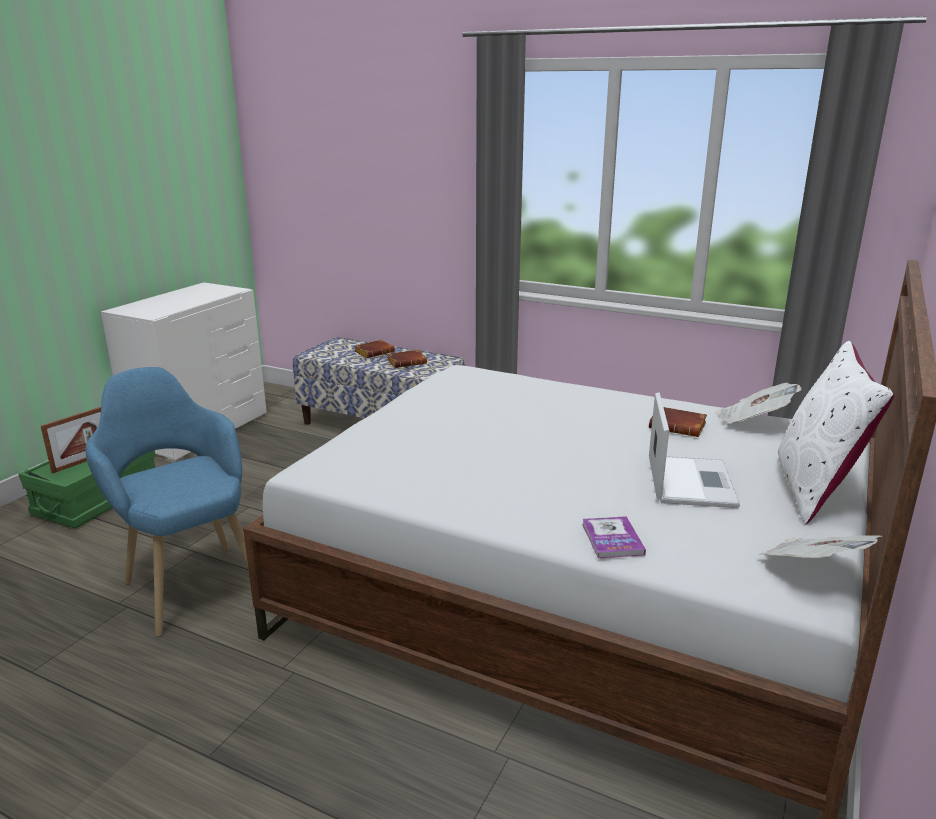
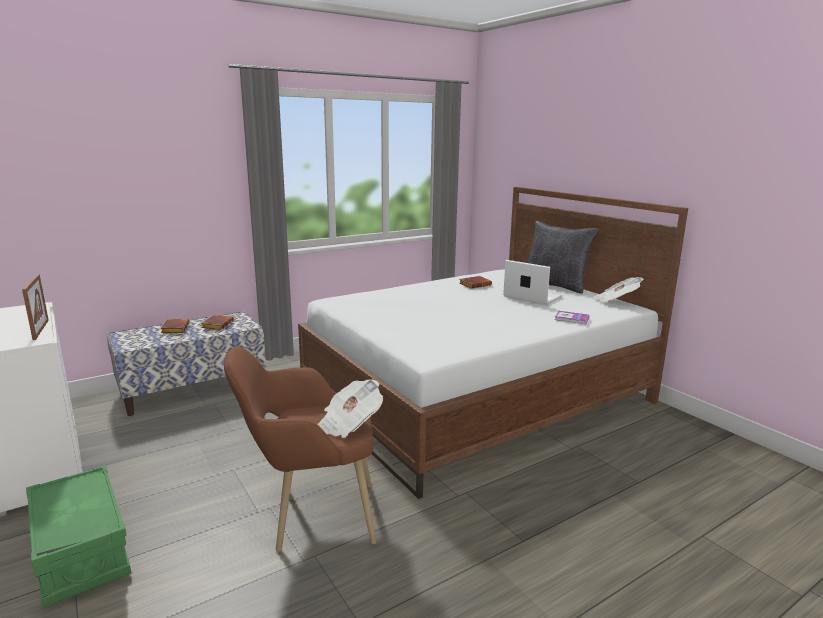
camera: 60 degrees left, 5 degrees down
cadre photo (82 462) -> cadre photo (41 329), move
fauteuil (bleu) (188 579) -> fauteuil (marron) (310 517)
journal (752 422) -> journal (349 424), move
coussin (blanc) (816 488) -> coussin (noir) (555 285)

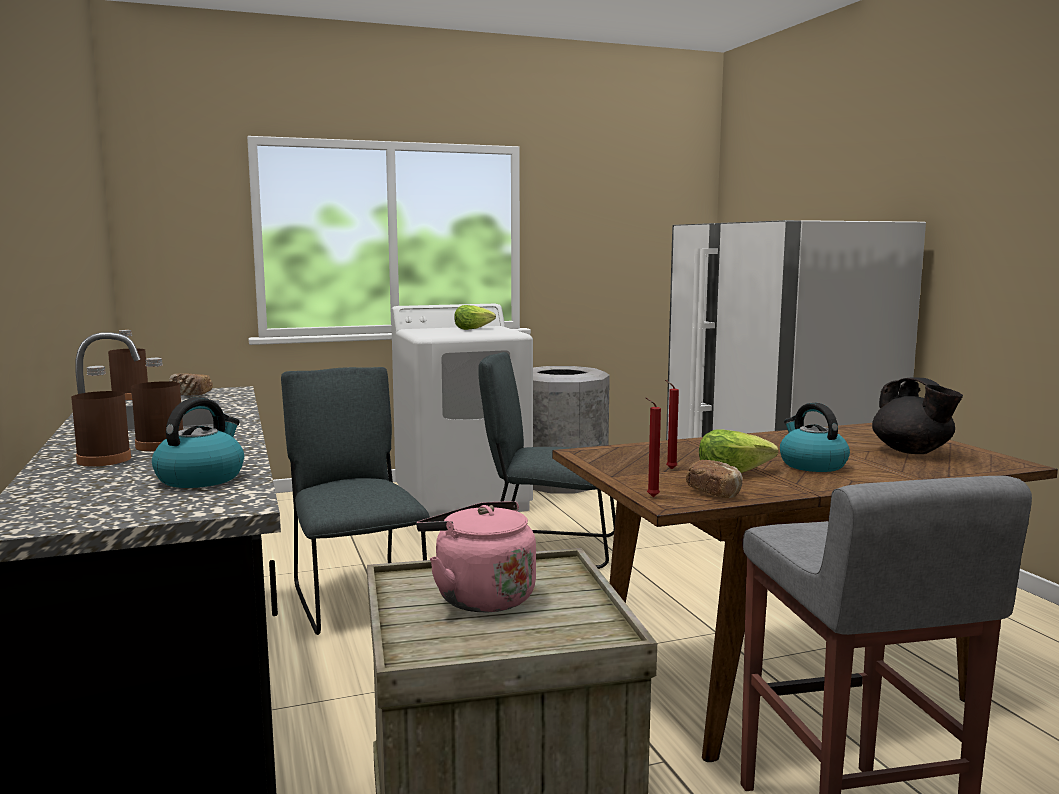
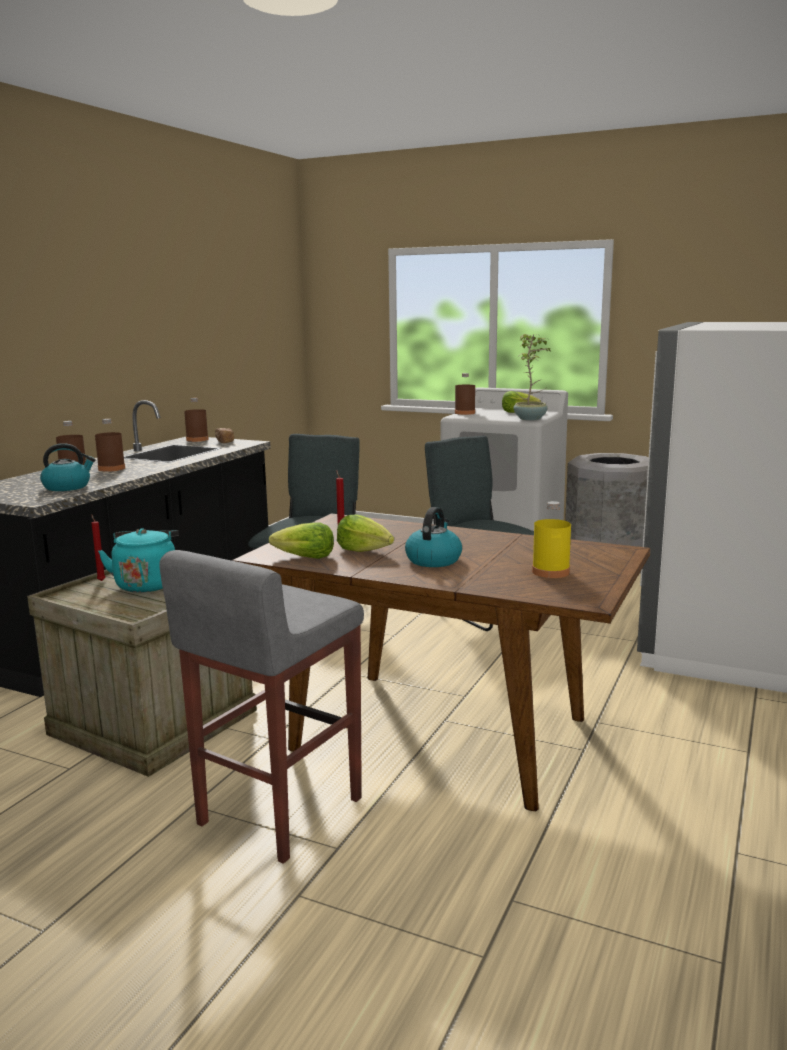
camera: 45 degrees right, 5 degrees up
bouilloire (rose) (479 597) -> bouilloire (turquoise) (146 584)
bougie (rouge) (651 497) -> bougie (rouge) (101 580), move
pain (715 493) -> laitue (304 558)
théière (noir) (912 451) -> bouteille (jaune) (550 572)
none -> bouteille (marron) (465 413)
none -> plante en pot (531 419)

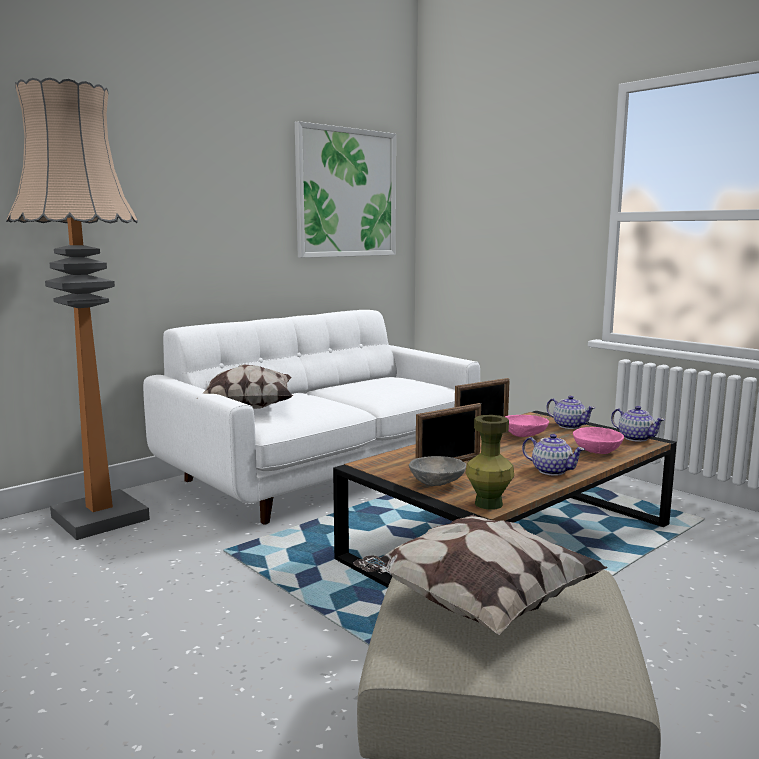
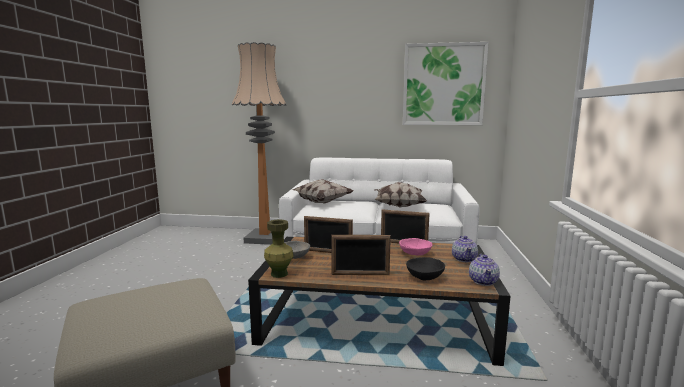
camera: 50 degrees right, 0 degrees up
coussin (476 604) -> coussin (398 206), move
théière (551 471) -> cadre photo (360 274)
bol (rose) (596 451) -> bol (noir) (425 277)

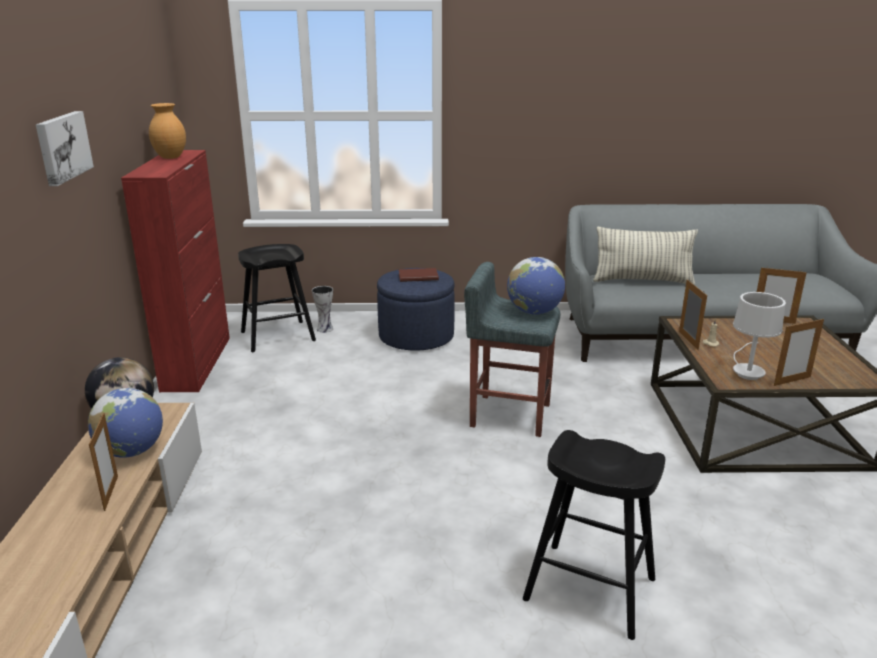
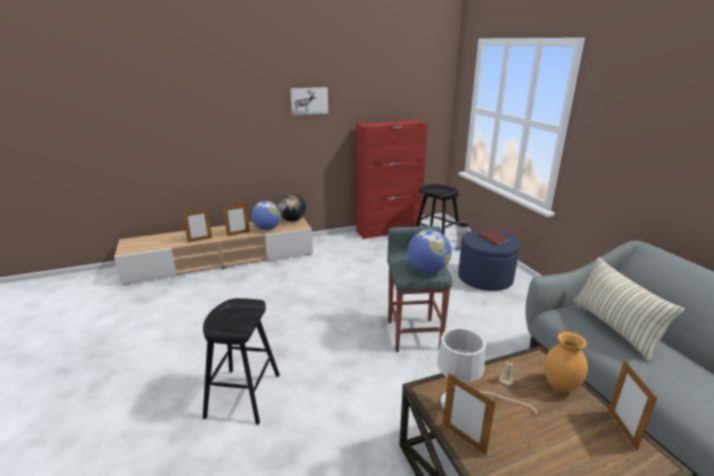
camera: 70 degrees right, 0 degrees up
vase (marron) (170 157) -> vase (marron) (560 385), move
cadre photo (688 340) -> cadre photo (200 240), move

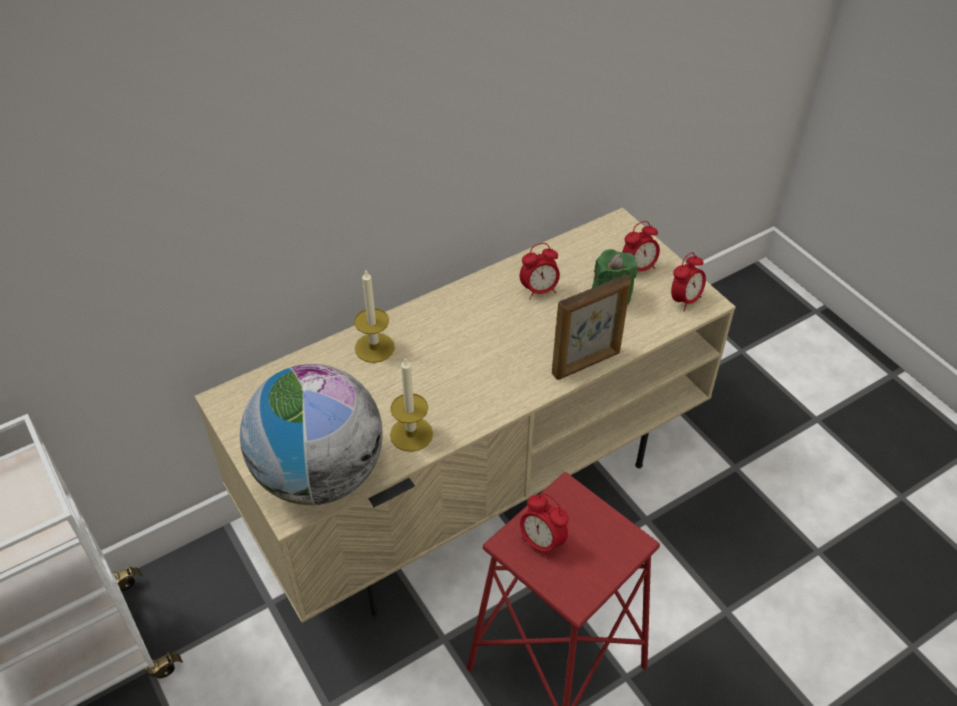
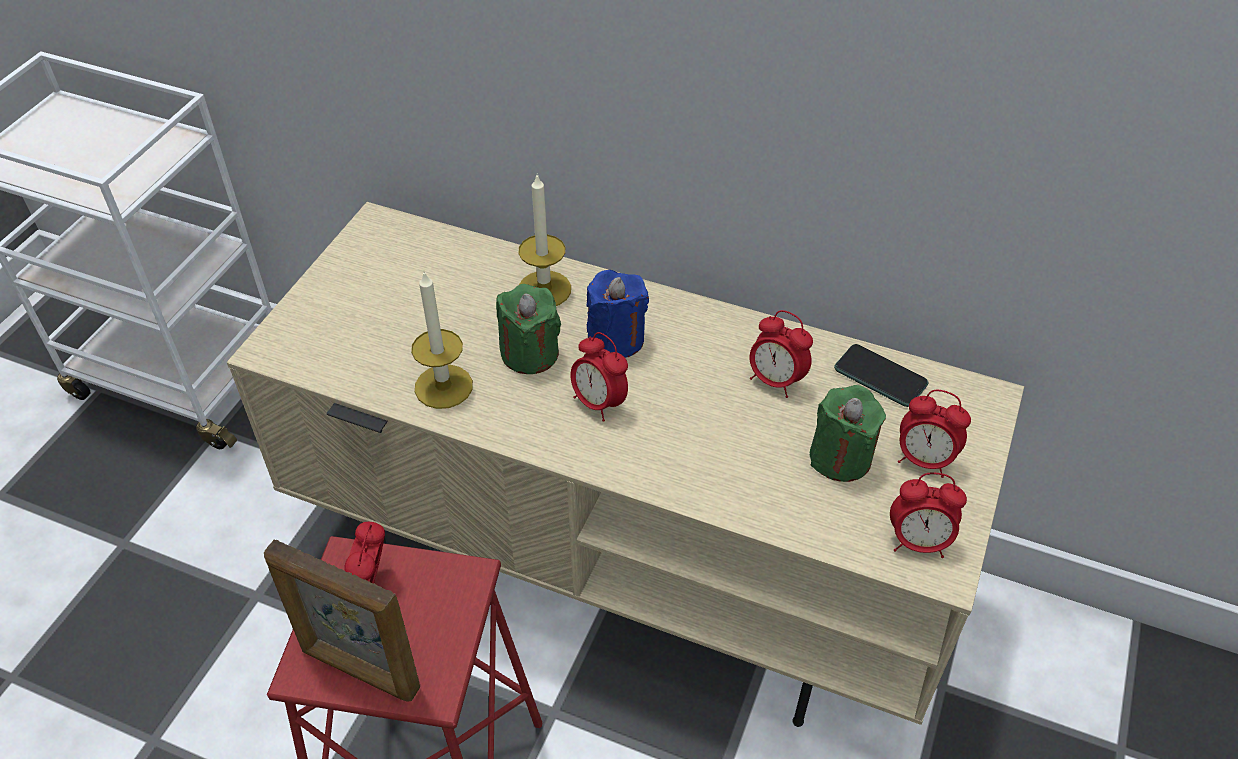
camera: 55 degrees right, 0 degrees up
globe (319 474) -> none
cadre photo (587 363) -> cadre photo (359 670), move
none -> bougie (vert) (530 353)
none -> réveil (599 403)
none -> bougie (bleu) (616 339)
none -> téléphone (880 376)

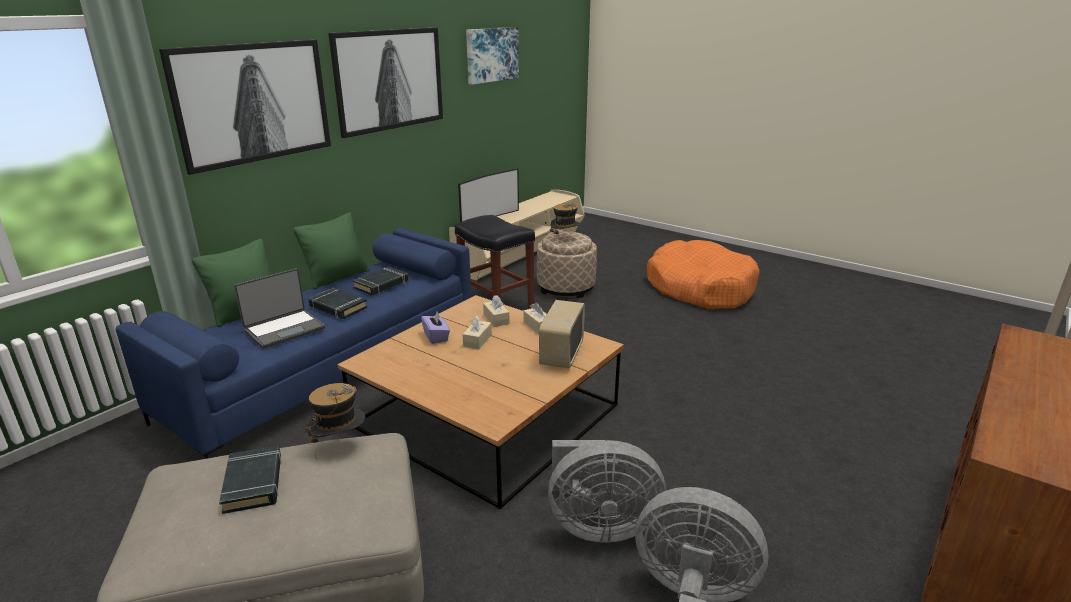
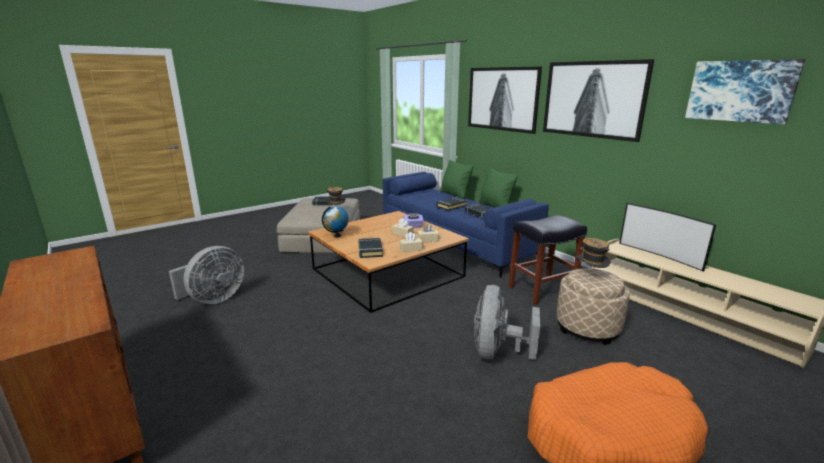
camera: 105 degrees right, 5 degrees down
ordinateur portable (284 329) -> none
radio (561 354) -> livre (noir) (370 250)
ventilateur (gris) (598 525) -> ventilateur (gris) (497 352), move
none -> globe (337 236)

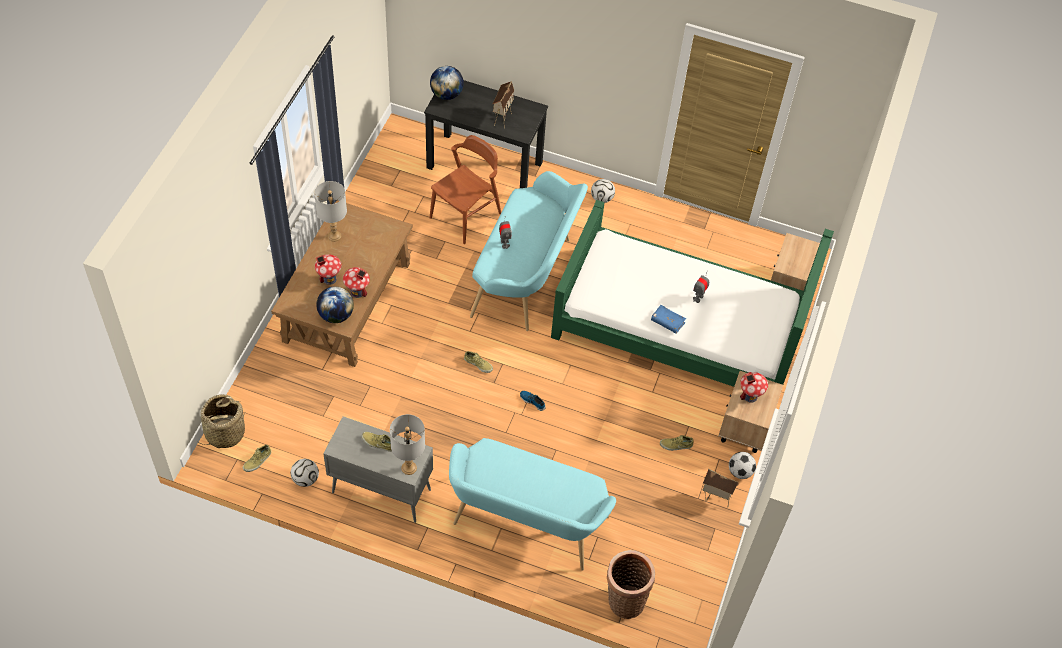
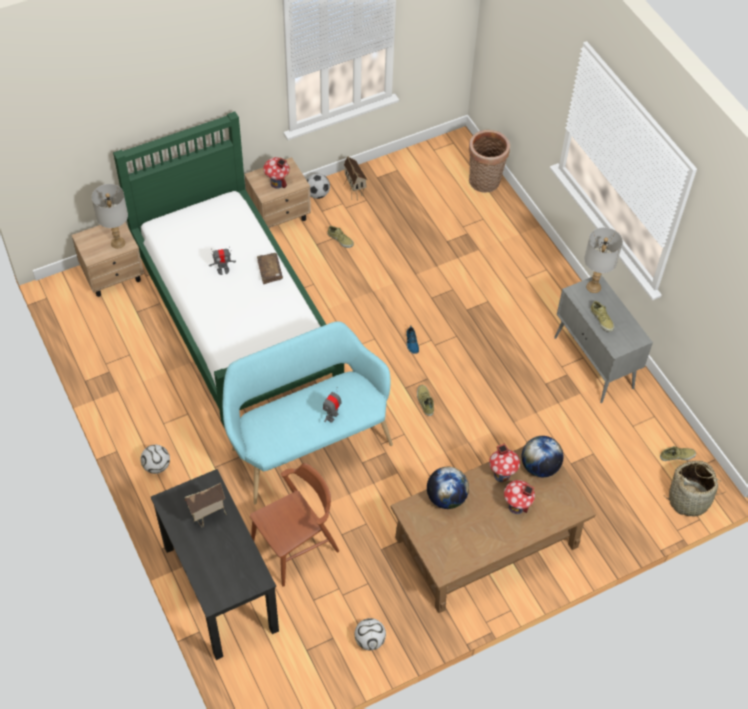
camera: 135 degrees left, 0 degrees up
ballon de foot (305 479) -> ballon de foot (369 640), move
lampe de table (gris) (334 236) -> lampe de table (gris) (118 243), move
globe (446 94) -> globe (446 498), move
chaise (marron) (466 215) -> chaise (marron) (295 546), 150 degrees clockwise
banc (turquoise) (526 525) -> none
livre (bleu) (667 322) -> livre (marron) (270 271)

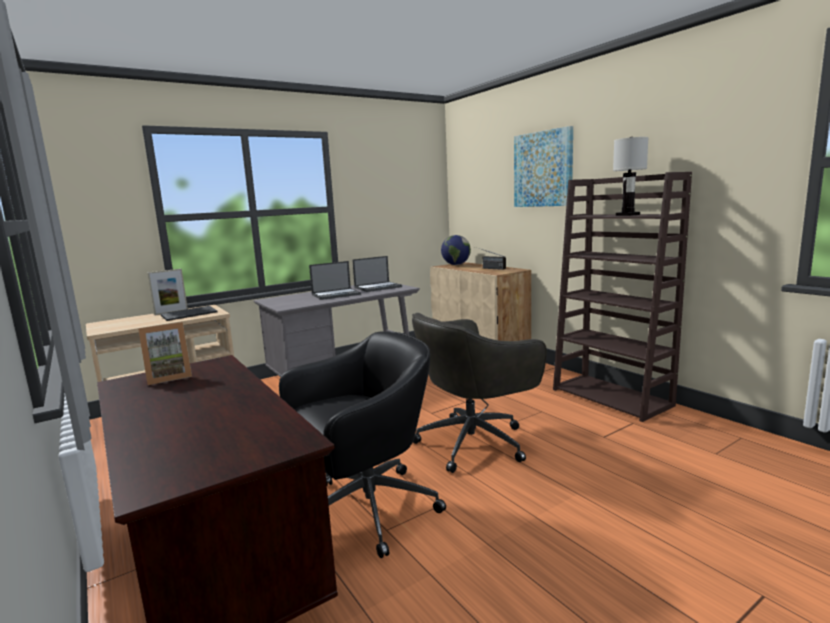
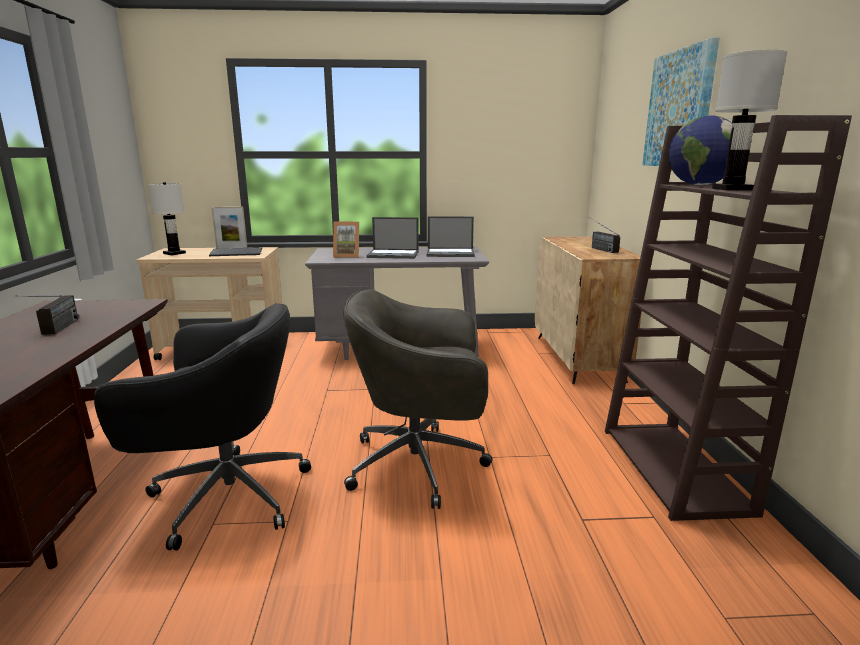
camera: 30 degrees right, 5 degrees up
cadre photo (169 377) -> cadre photo (347 256), move
globe (456 264) -> globe (699 185), move
none -> radio (55 330)
none -> lampe de table (blanc) (174 253)

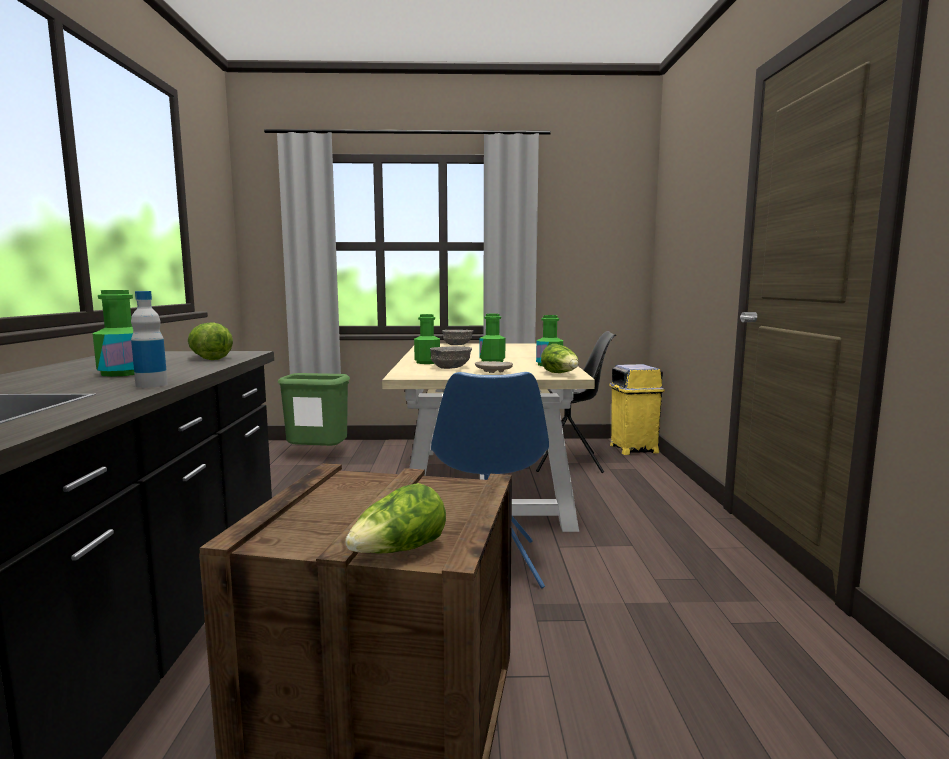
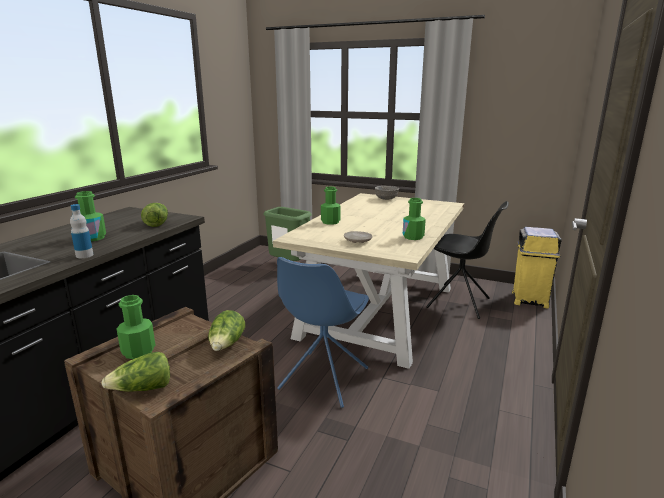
camera: 25 degrees right, 10 degrees up
bol (gris) (450 368) -> none
bouteille (vert) (492 361) -> bouteille (vert) (138 351), move
laitue (561 374) -> laitue (227 345), move

